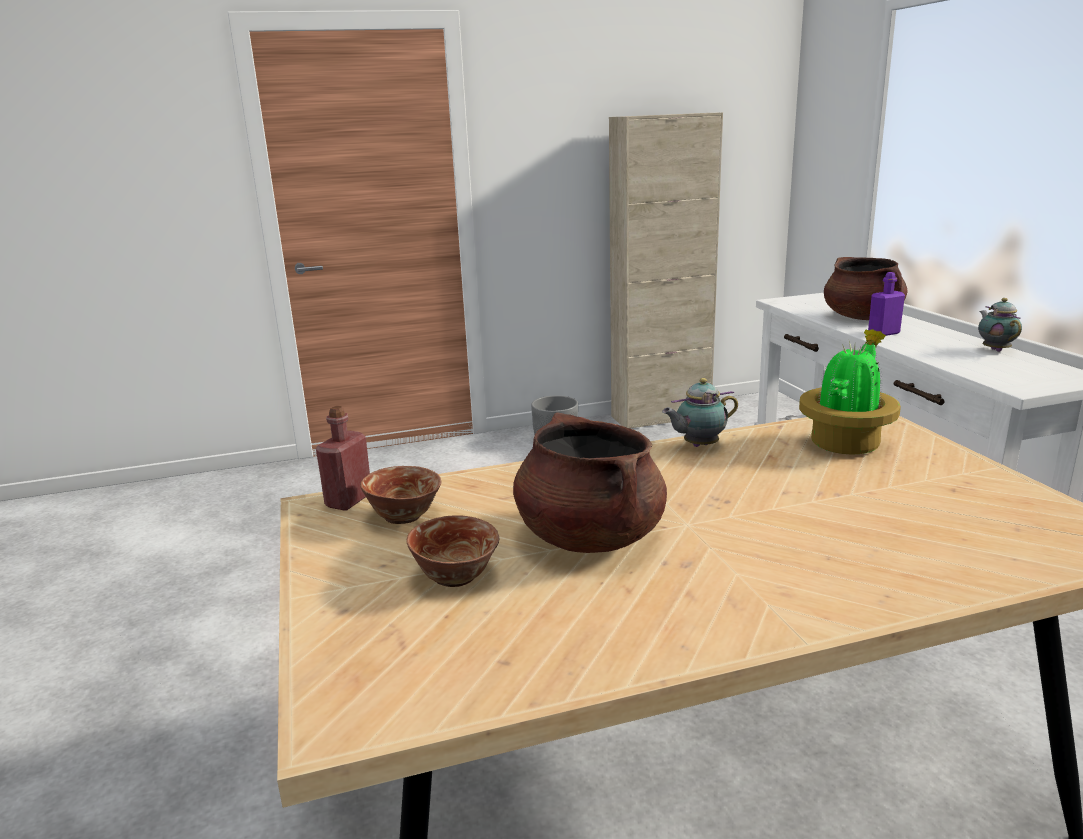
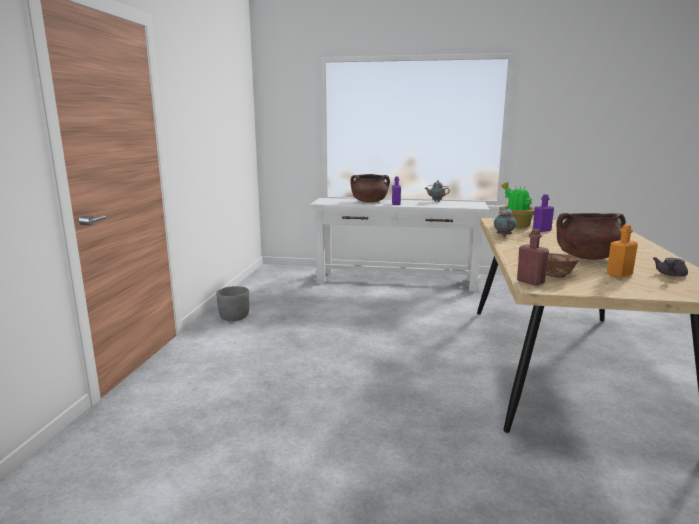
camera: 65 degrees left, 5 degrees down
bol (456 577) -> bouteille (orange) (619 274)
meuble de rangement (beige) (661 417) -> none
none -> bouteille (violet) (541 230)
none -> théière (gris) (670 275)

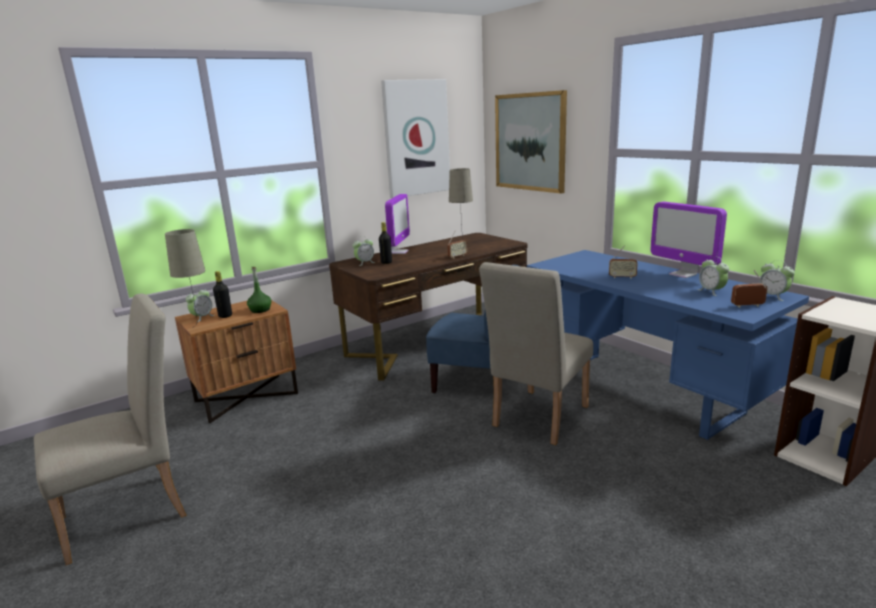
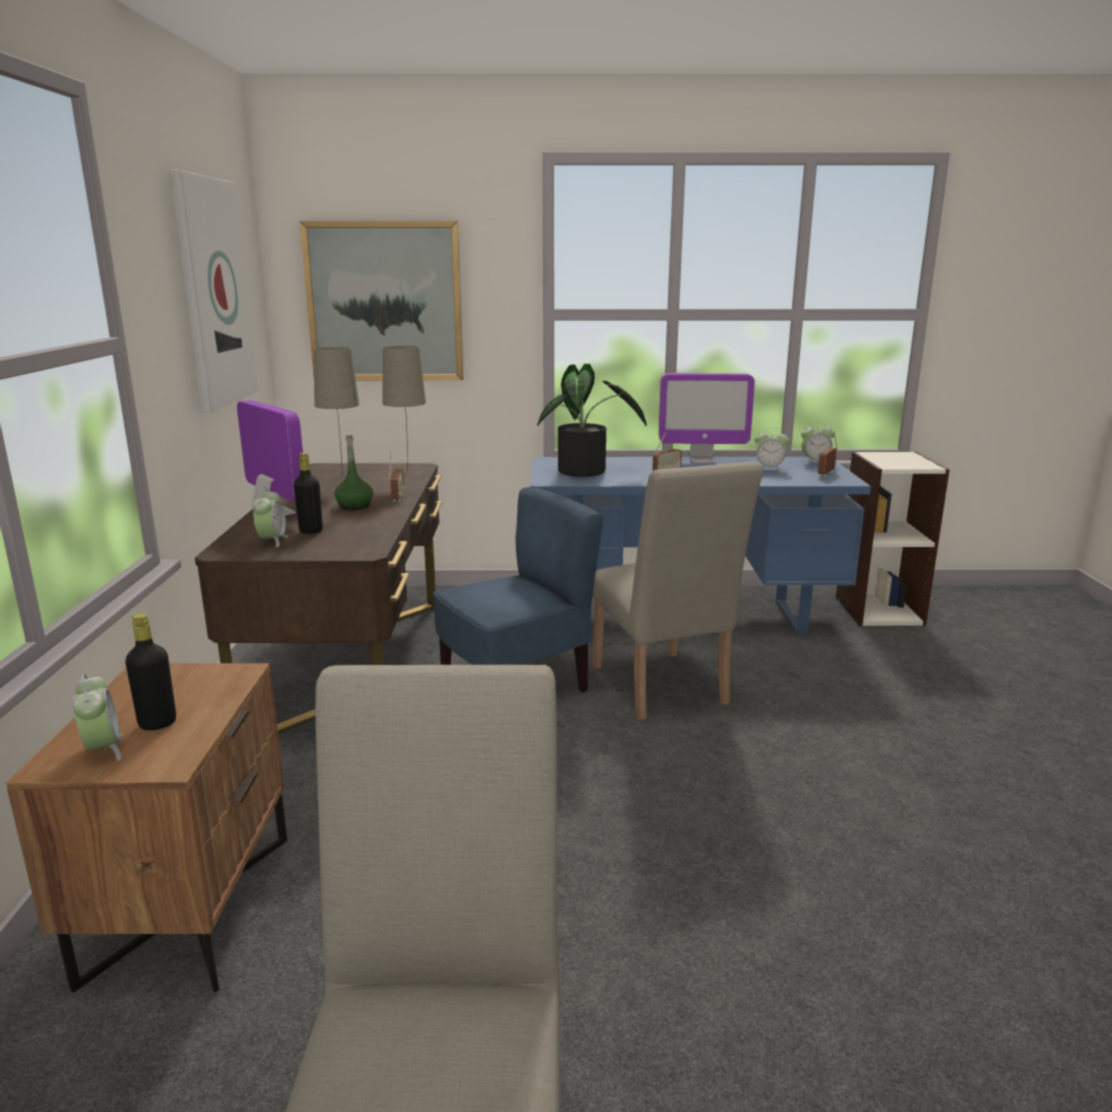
camera: 55 degrees left, 0 degrees up
lampe de table (beige) (199 328) -> lampe de table (beige) (408 479), move
bouteille (vert) (260 310) -> bouteille (vert) (354 506), move
none -> plante en pot (587 472)

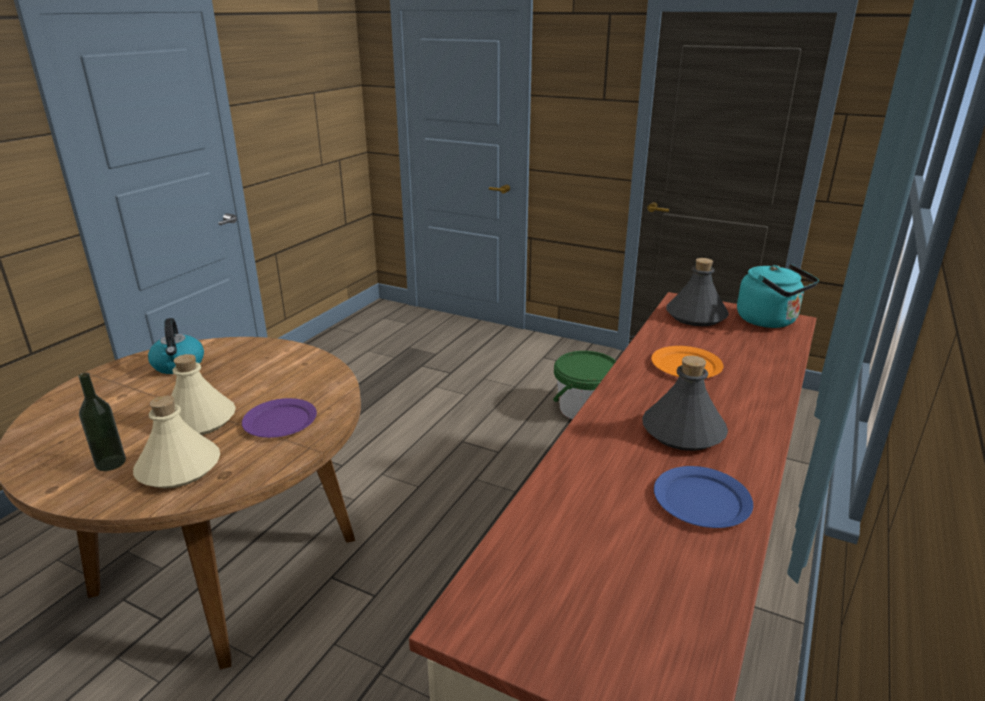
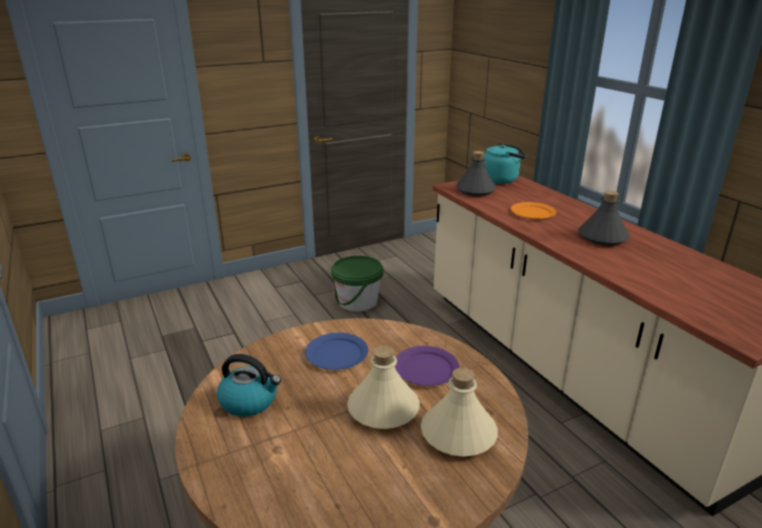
camera: 55 degrees left, 0 degrees up
bouteille (111 463) -> none
assiette (bleu) (701 501) -> assiette (bleu) (337 354), move

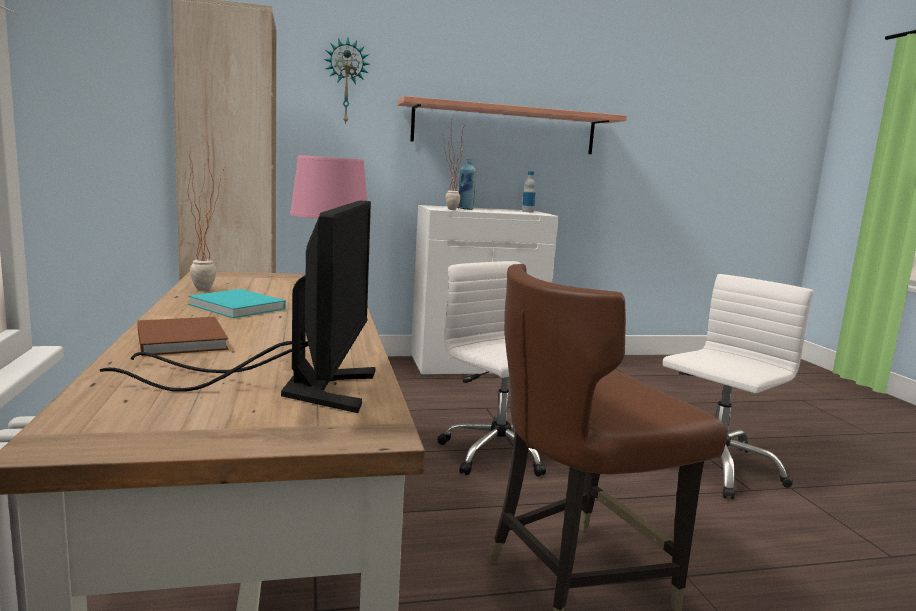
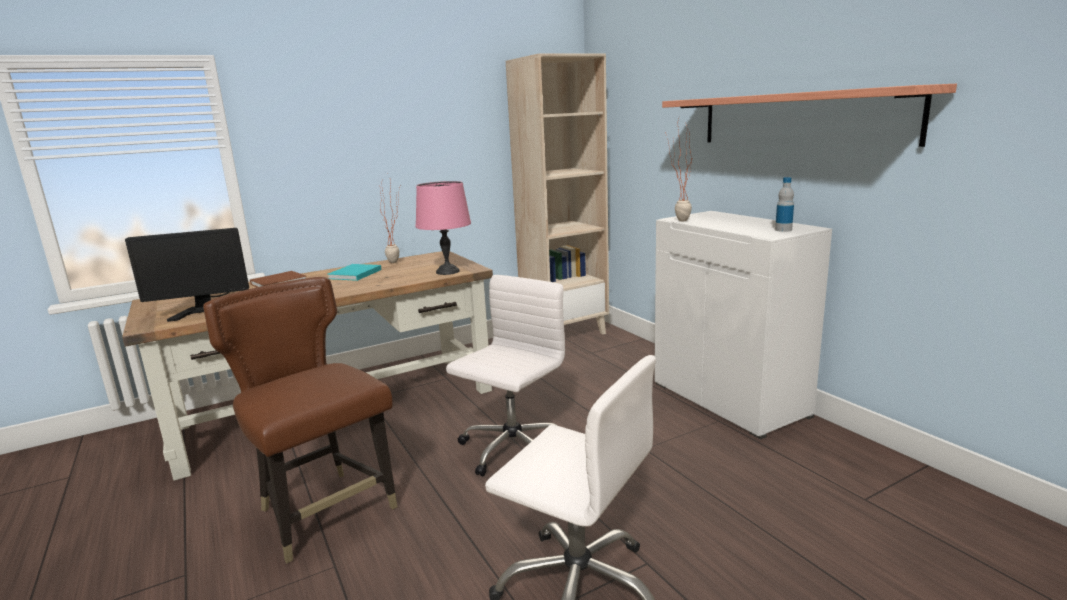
camera: 75 degrees right, 5 degrees up
horloge murale (346 81) -> none
bouteille (bleu) (465 209) -> none

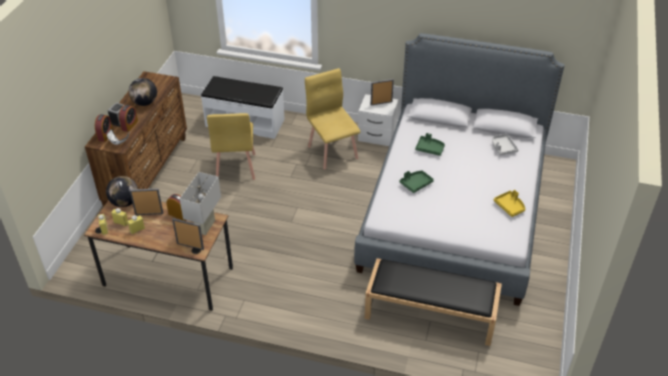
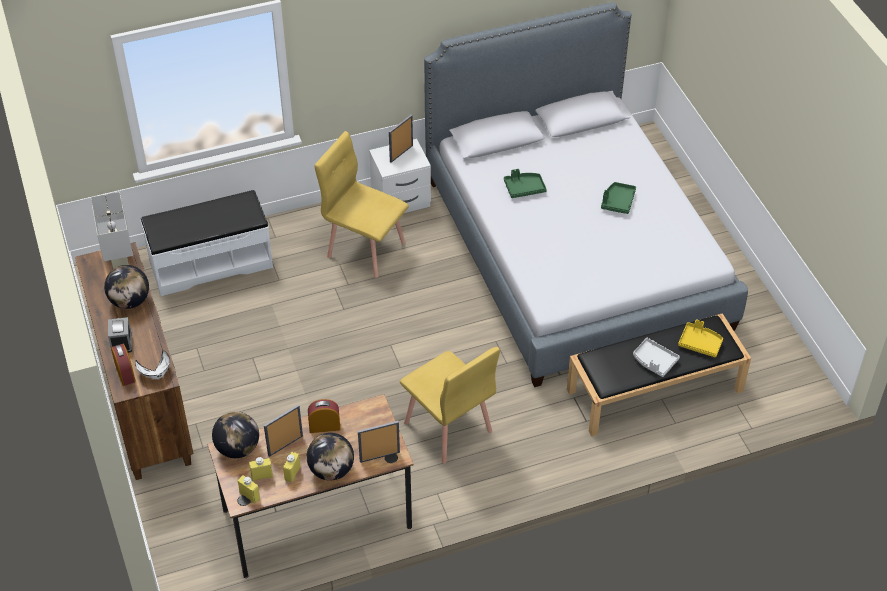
camera: 35 degrees left, 5 degrees up
réveil (129 125) -> none
lampe de table (blanc) (205 226) -> lampe de table (blanc) (120 264), move
chaise (jaune) (235 167) -> chaise (jaune) (448 428), move
plateau (vert) (416 184) -> plateau (vert) (617 202), move
plateau (gris) (503 148) -> plateau (gris) (654 361), move
plateau (jaune) (510 206) -> plateau (jaune) (700 343), move
none -> globe (331 470)

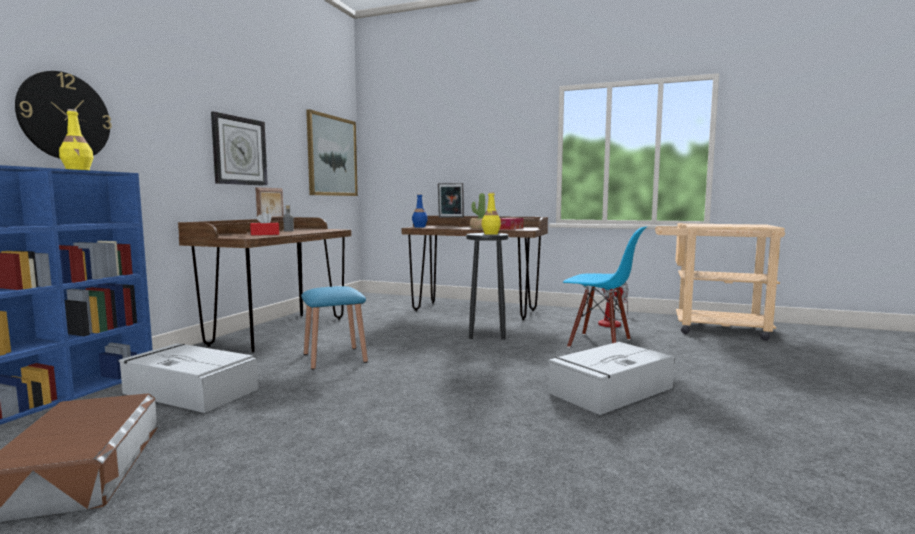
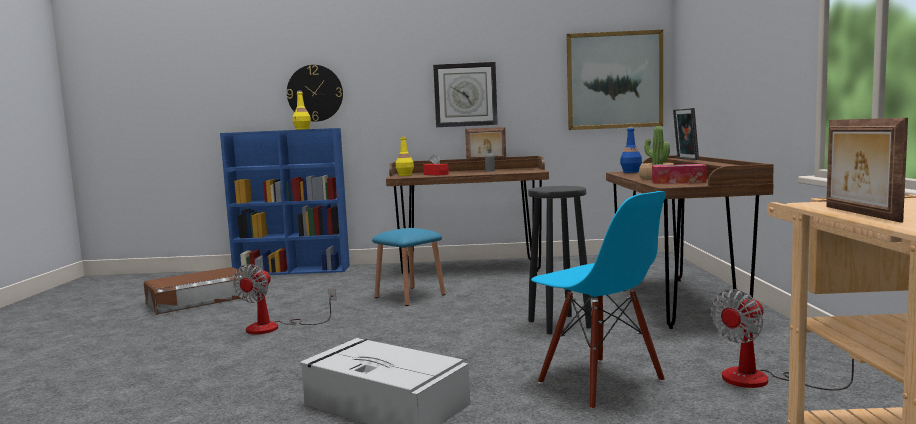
camera: 70 degrees right, 0 degrees up
boîte de rangement (gris) (189 391) -> none
bouteille (jaune) (490 234) -> bouteille (jaune) (405 175), move
chaise (bleu) (599 343) -> chaise (bleu) (600 382), 45 degrees counterclockwise
none -> ventilateur (275 327)
none -> cadre photo (858 214)

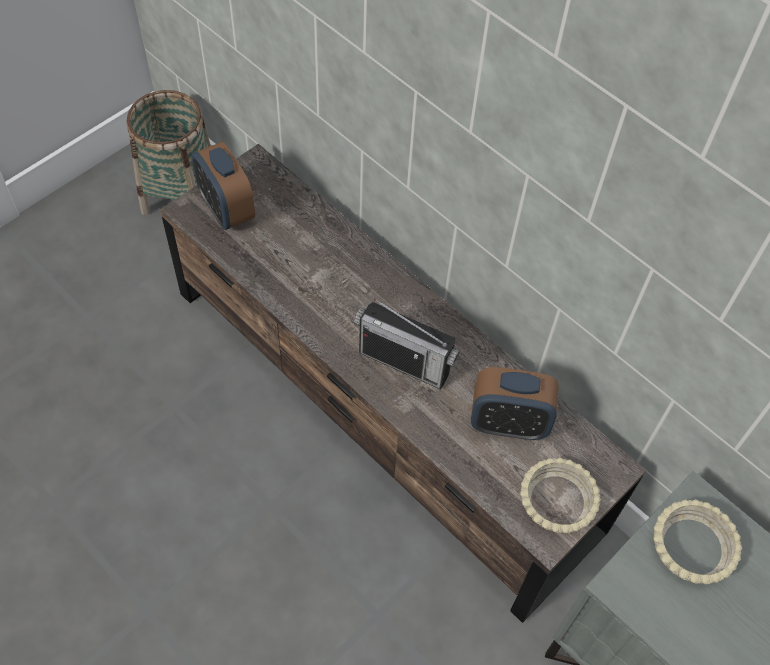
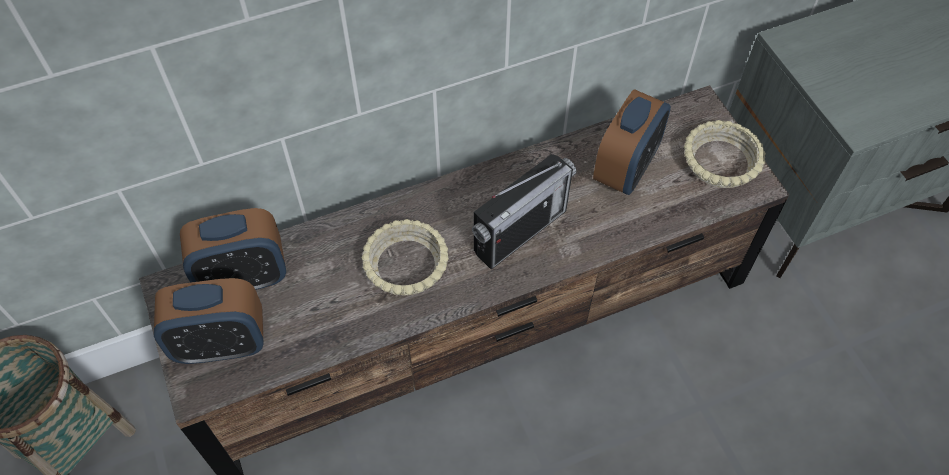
camera: 65 degrees left, 0 degrees up
bol (beige) (693 546) -> bol (beige) (406 263), move
none -> réveil (244 278)

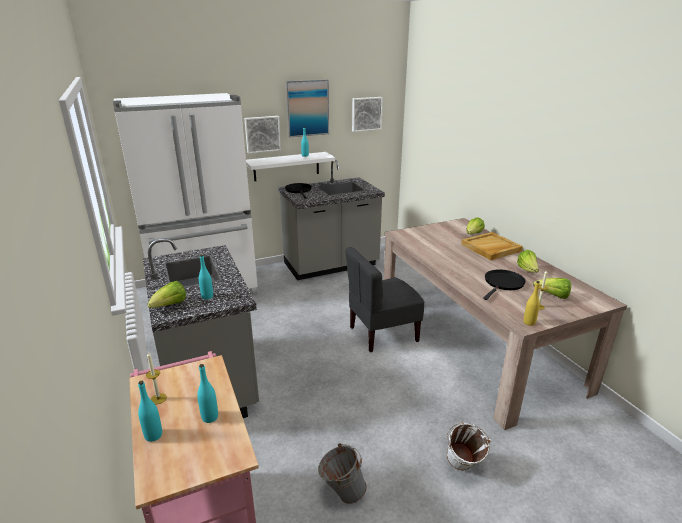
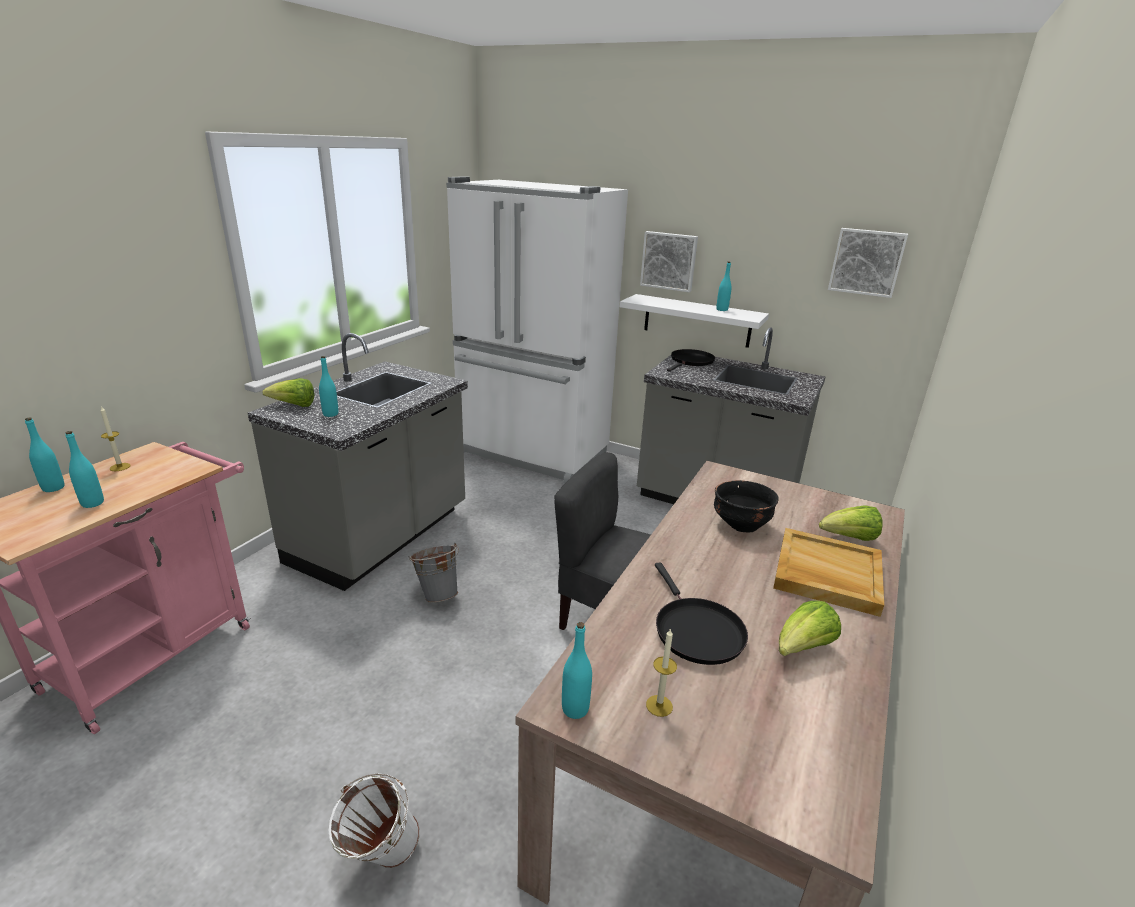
camera: 50 degrees right, 0 degrees up
tableau (307 108) -> none
seau (gris) (342 492) -> seau (gris) (437 594), move
poêle (noir) (503 284) -> poêle (noir) (696 630), 75 degrees clockwise
bouteille (jaune) (529 322) -> bouteille (turquoise) (575 709)
laitue (552 296) -> none
none -> bol (noir) (741 525)

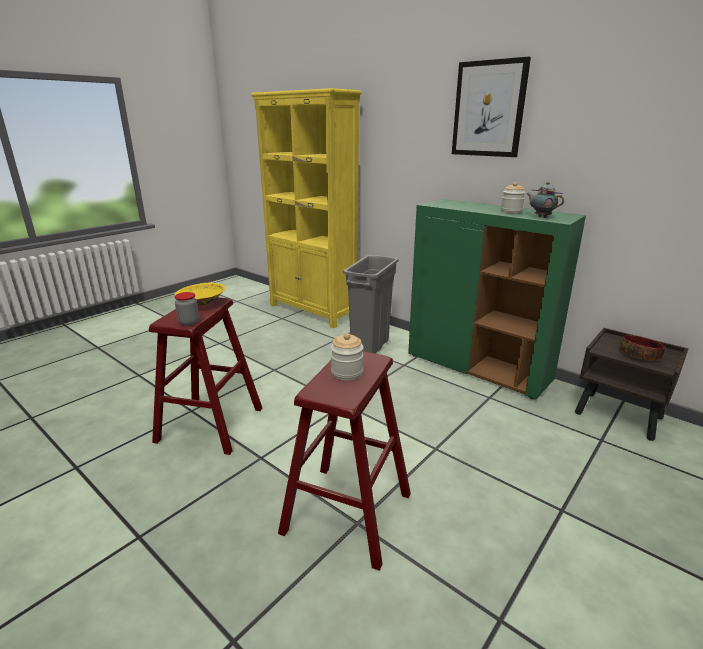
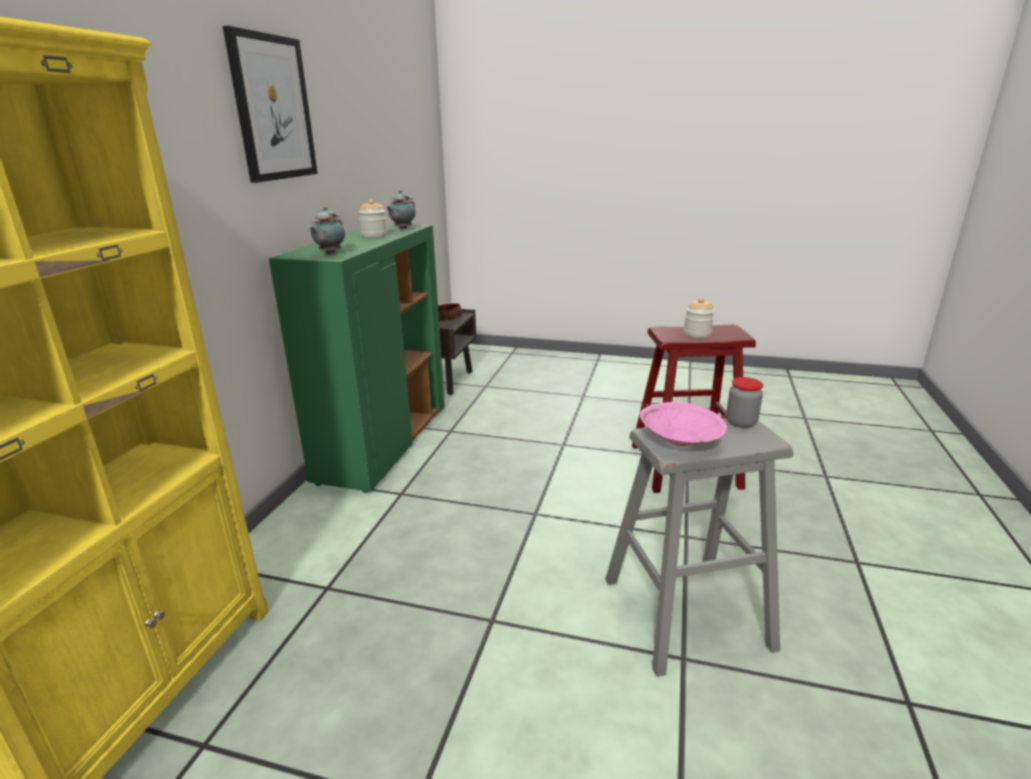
camera: 115 degrees left, 0 degrees up
tabouret (rouge) (210 424) -> tabouret (gris) (685 613)
bol (jaune) (201 303) -> bol (rose) (681 442)
poubelle (gris) (370 348) -> none
none -> théière (329 254)

